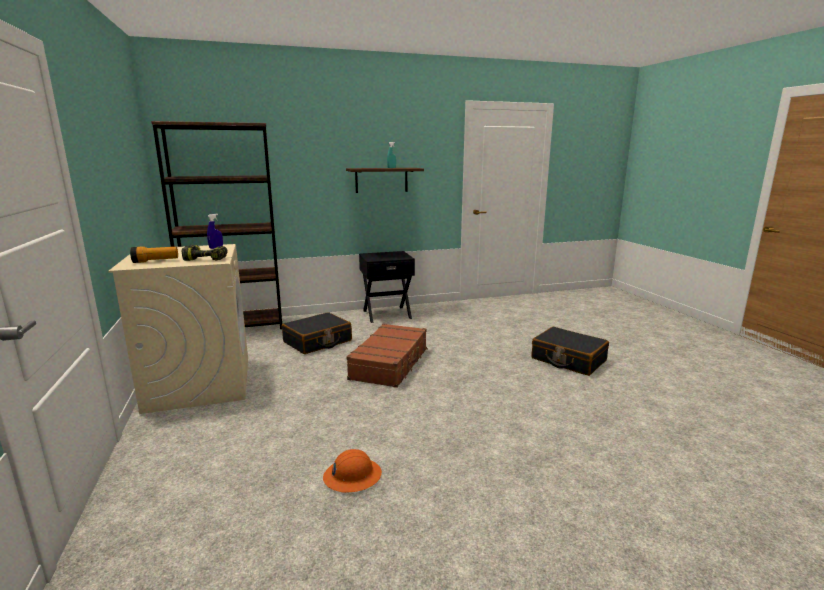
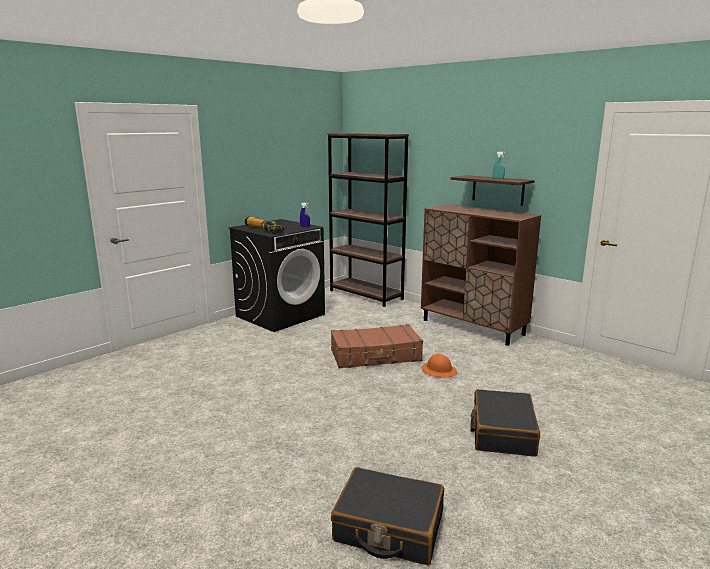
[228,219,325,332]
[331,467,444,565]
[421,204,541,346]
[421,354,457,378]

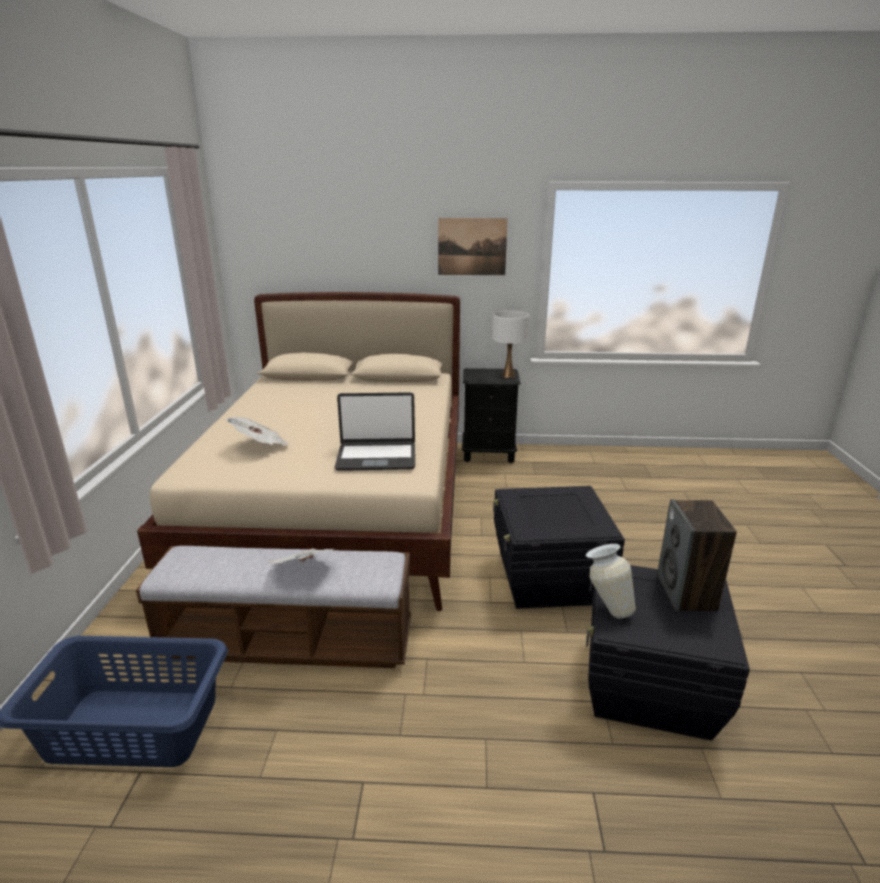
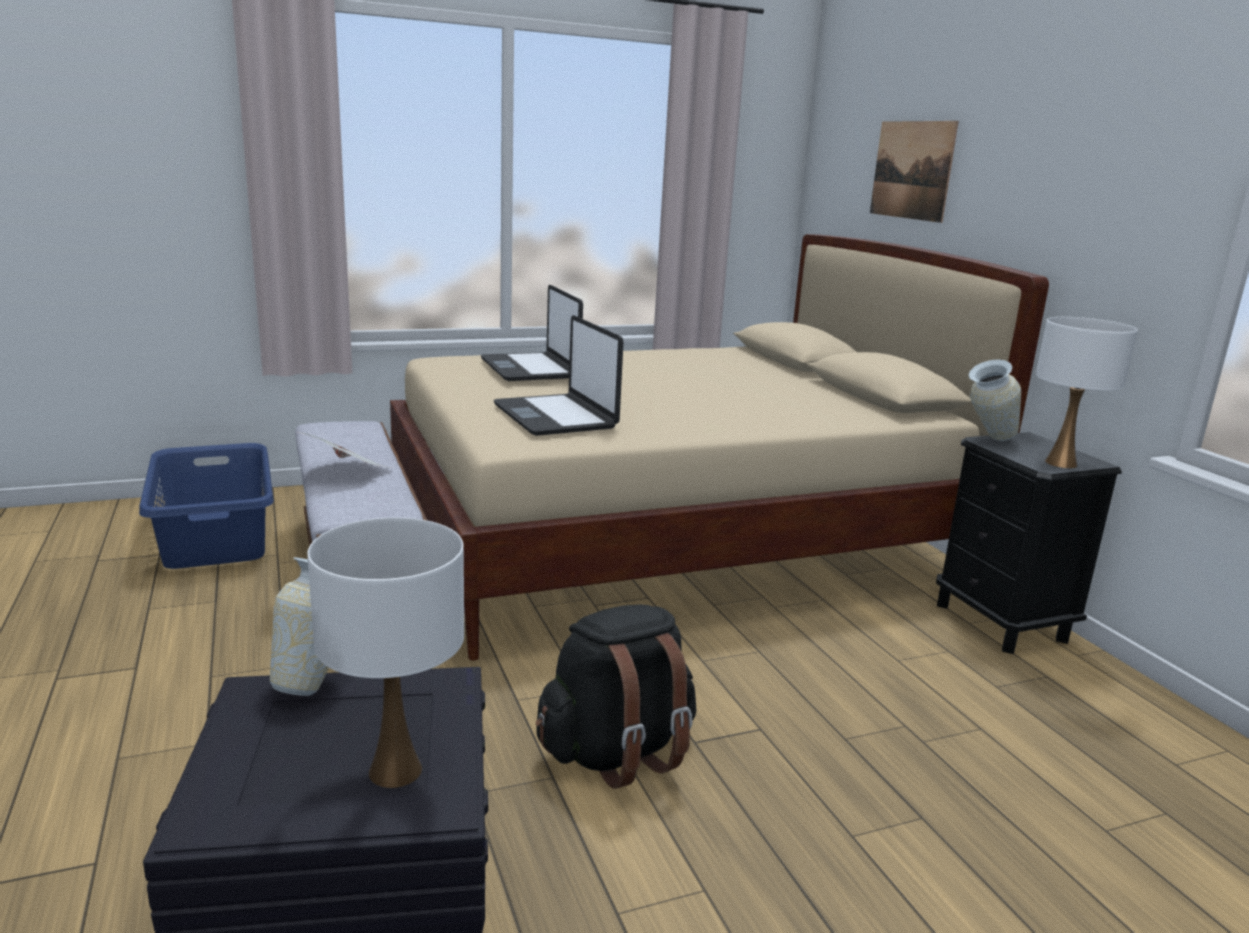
[307,518,464,788]
[481,285,583,381]
[536,605,696,789]
[870,121,959,223]
[968,359,1021,441]

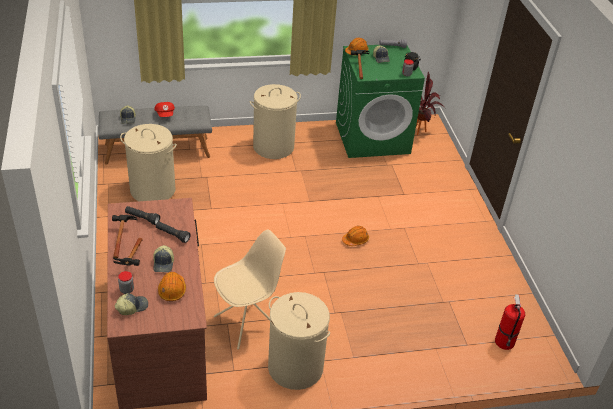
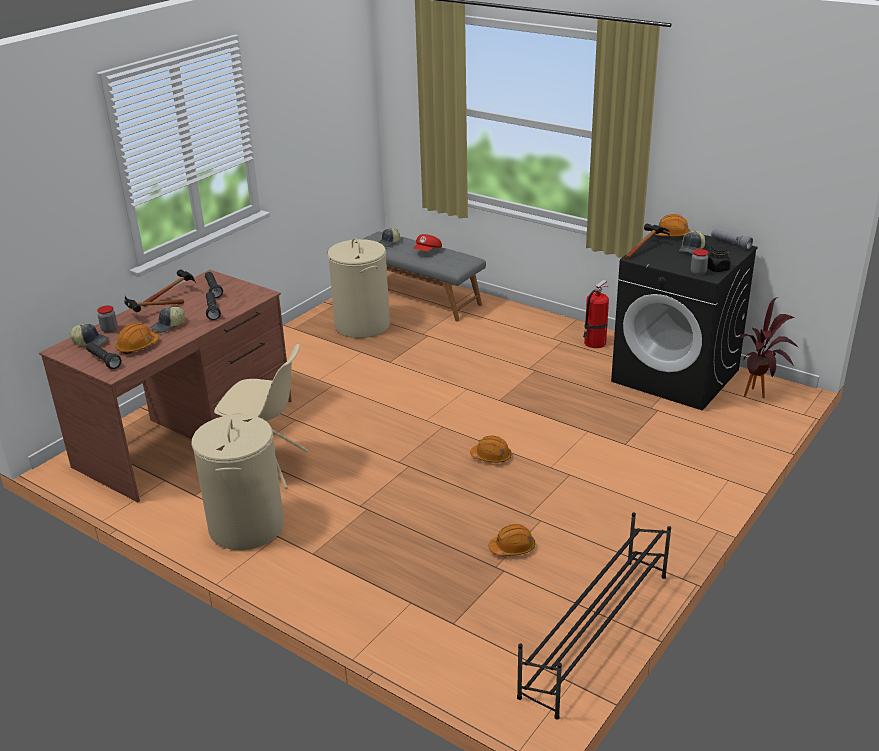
[86,343,121,369]
[489,524,535,556]
[517,512,671,720]
[583,280,609,348]
[611,234,758,411]
[250,84,301,159] (first image)

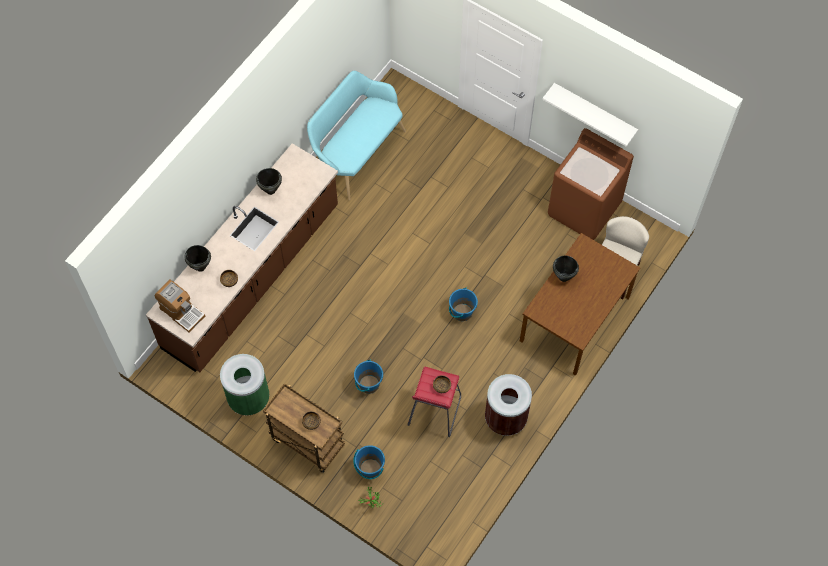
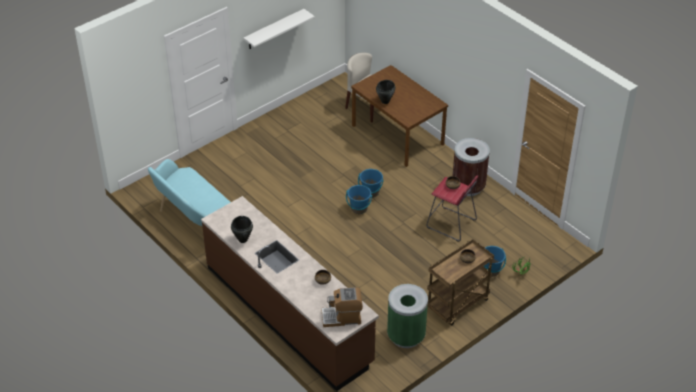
[321,287,363,327]
[346,185,372,214]
[184,245,211,272] (first image)
[548,128,634,240] (first image)

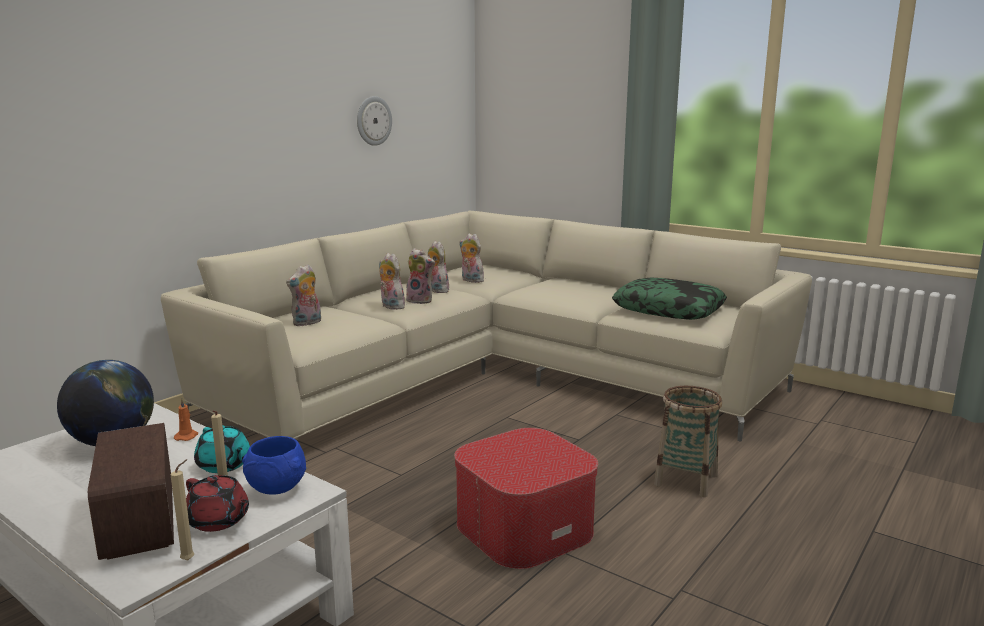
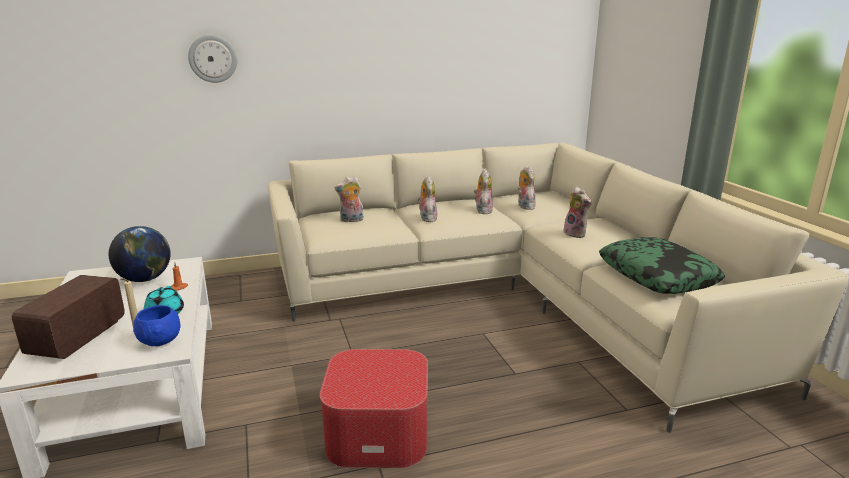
[188,35,237,83]
[564,186,591,238]
[171,459,194,560] (first image)
[186,475,249,532] (first image)
[654,386,722,497] (first image)

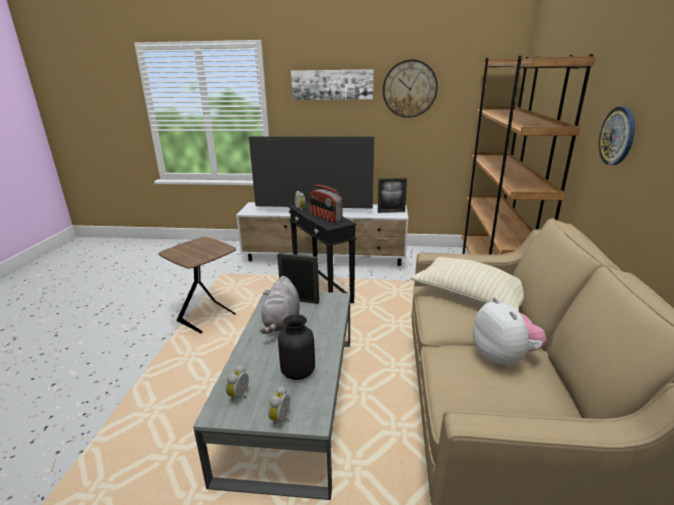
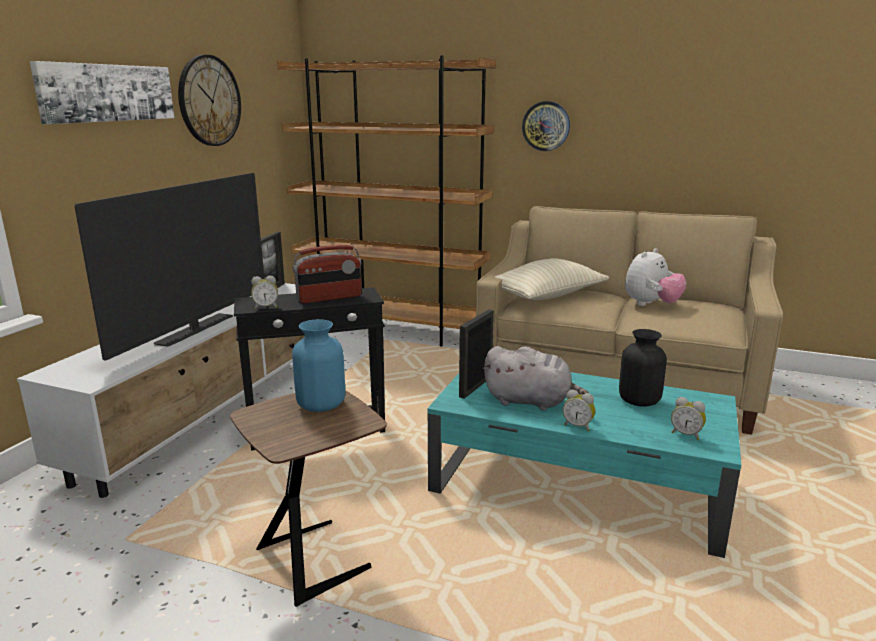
[292,319,345,412]
[427,372,741,558]
[563,389,595,431]
[625,248,686,306]

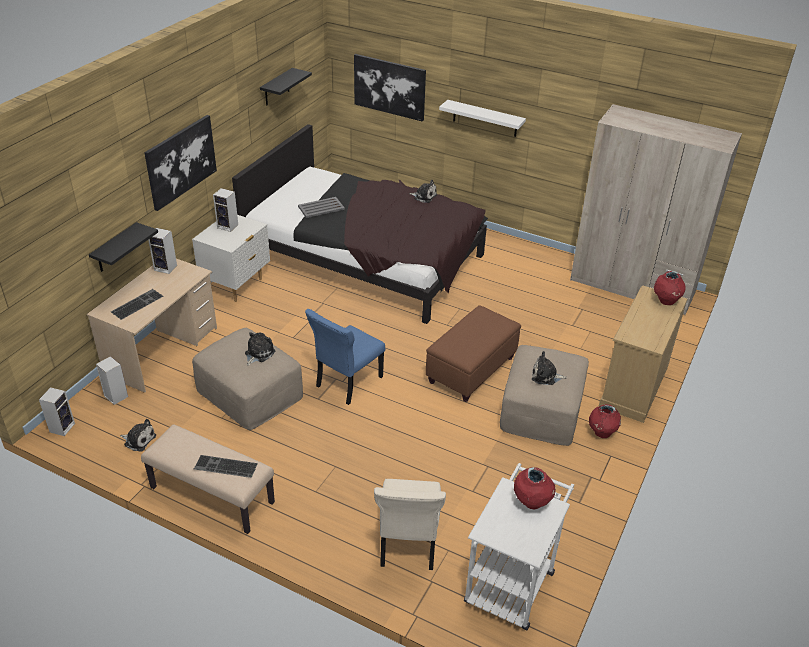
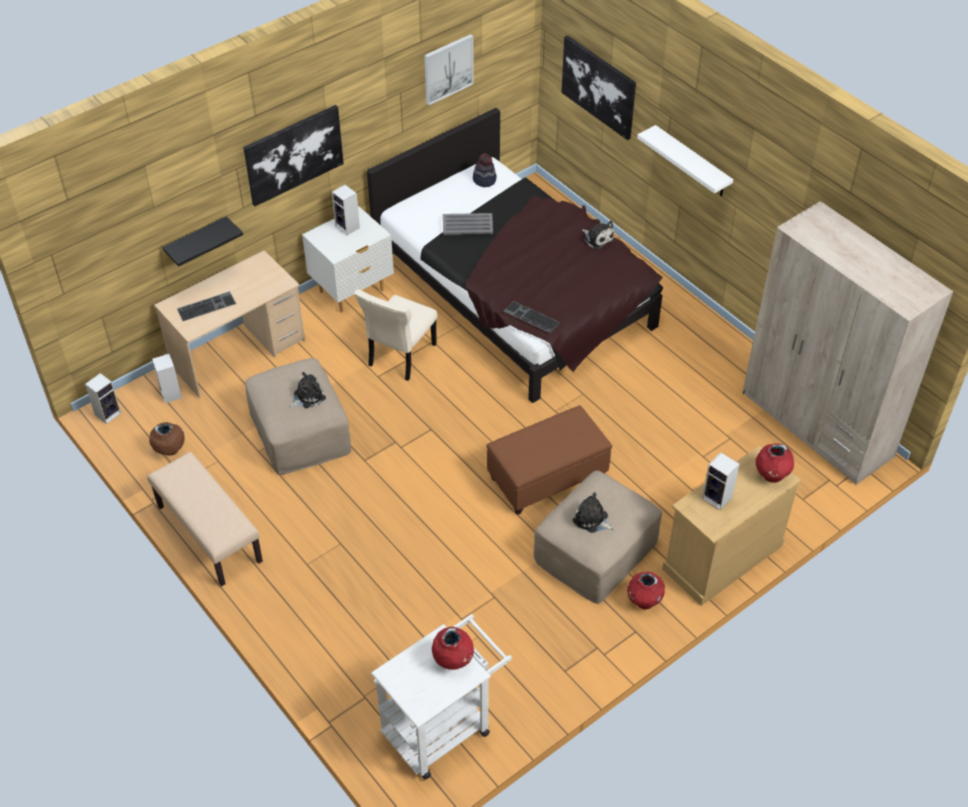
[149,422,184,456]
[354,289,438,381]
[424,34,474,105]
[473,153,496,187]
[503,301,560,333]
[702,452,740,510]
[305,309,385,405] (first image)

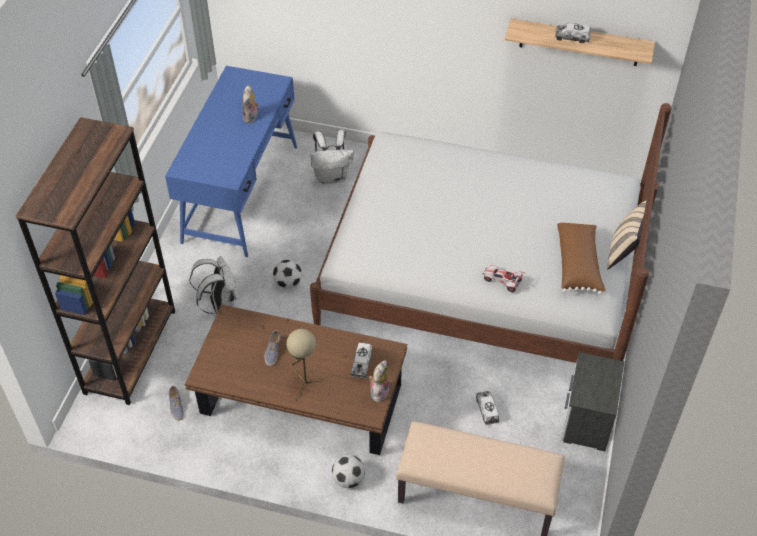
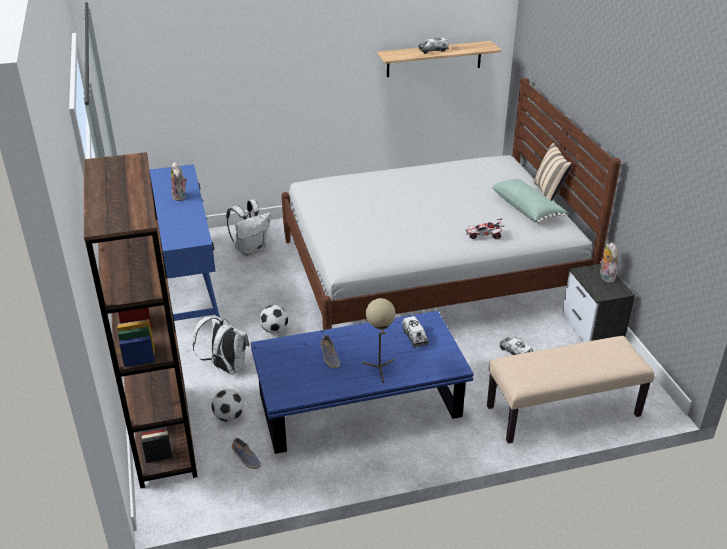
[211,389,244,422]
[251,311,474,454]
[491,179,567,223]
[600,242,618,283]

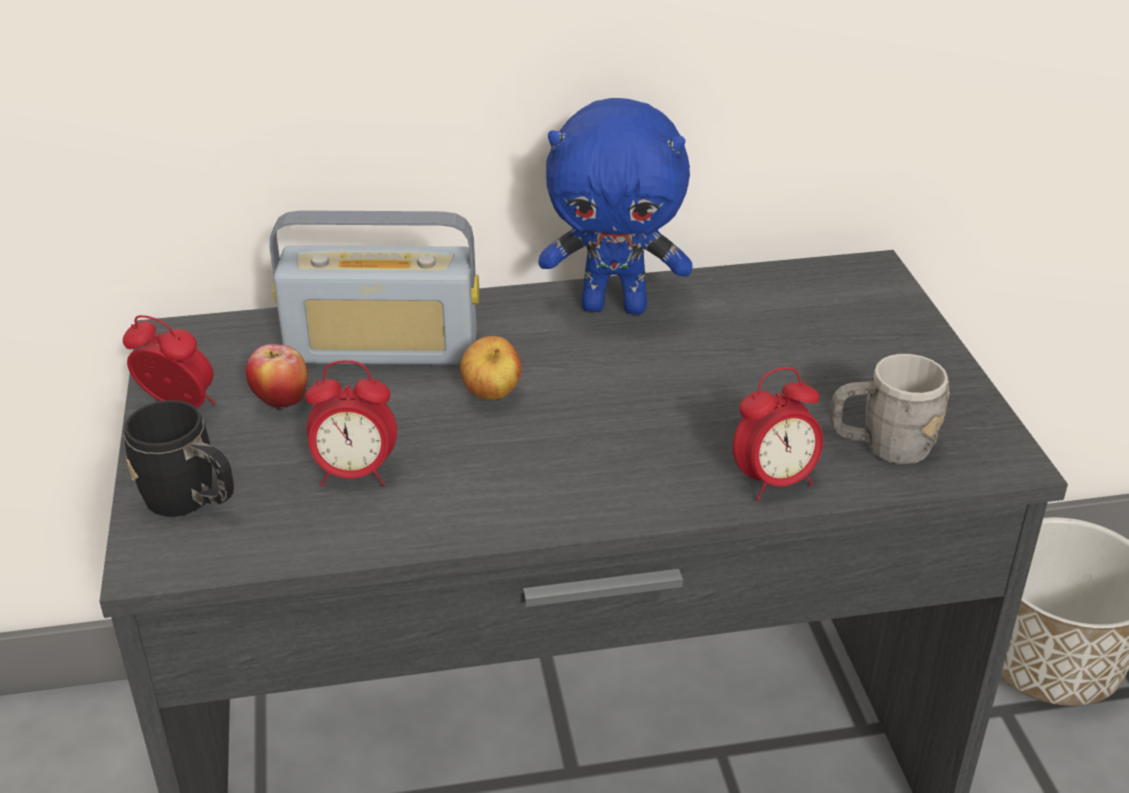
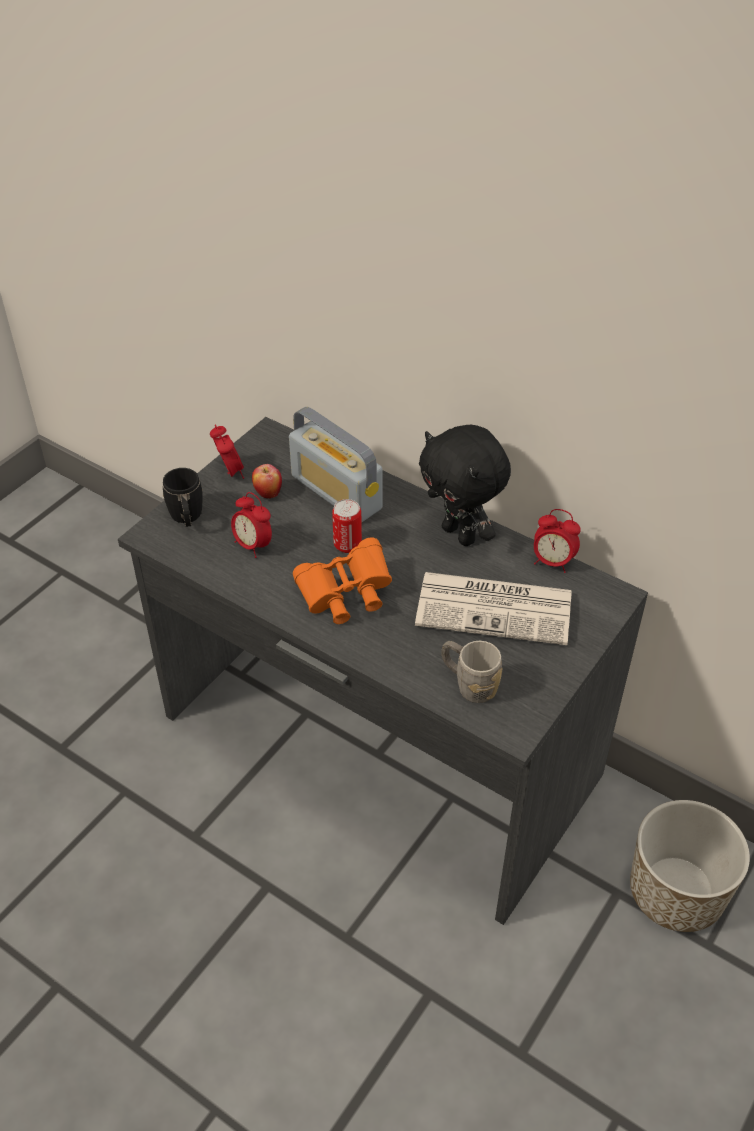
[293,537,392,624]
[332,499,362,553]
[415,572,572,645]
[419,425,511,546]
[534,509,581,573]

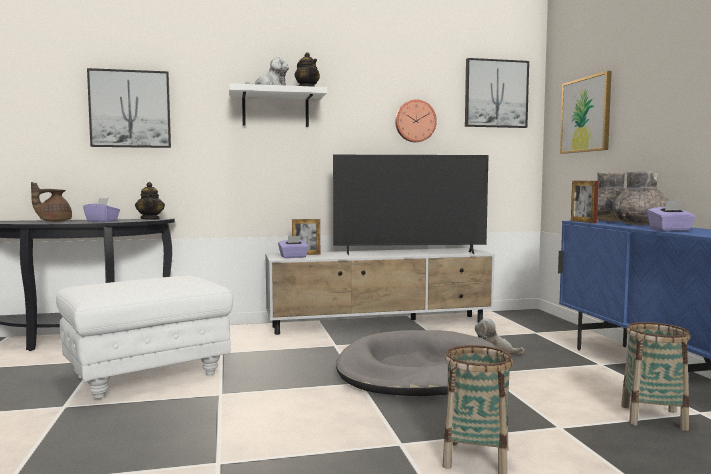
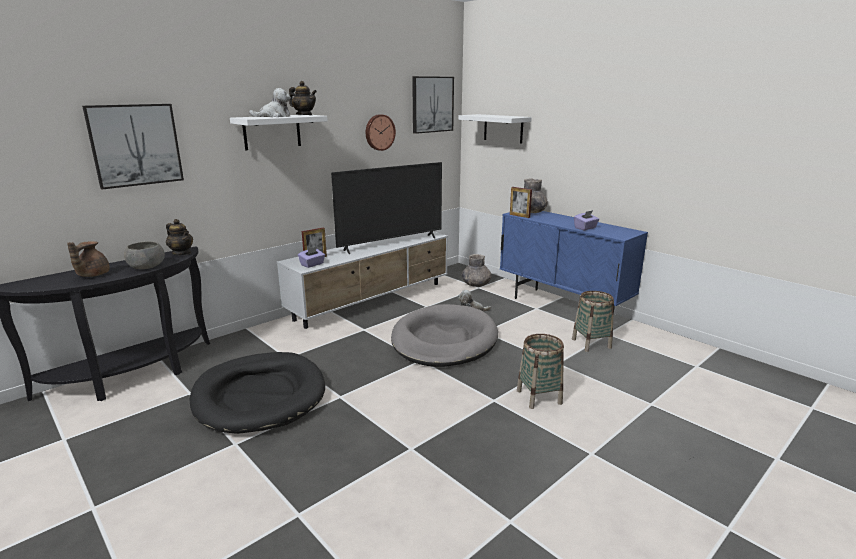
[124,241,165,269]
[190,352,325,434]
[459,114,532,143]
[462,254,492,287]

